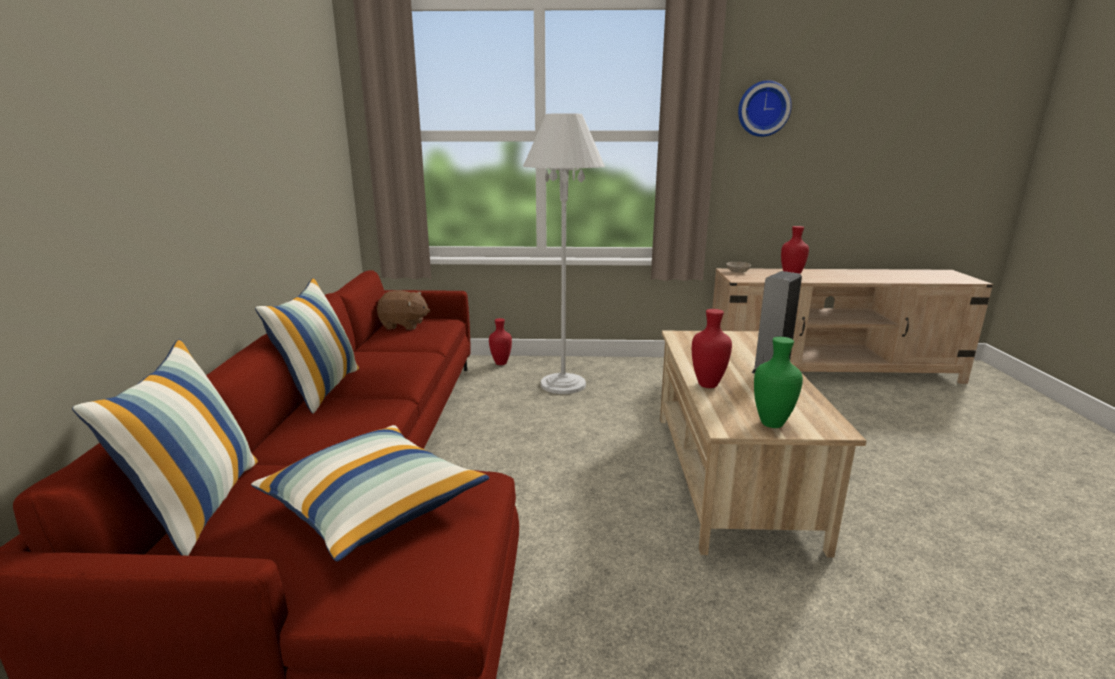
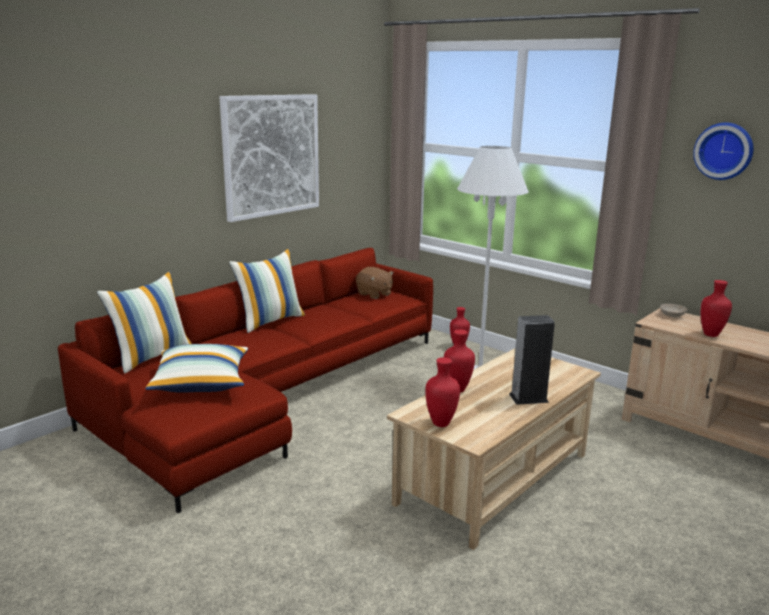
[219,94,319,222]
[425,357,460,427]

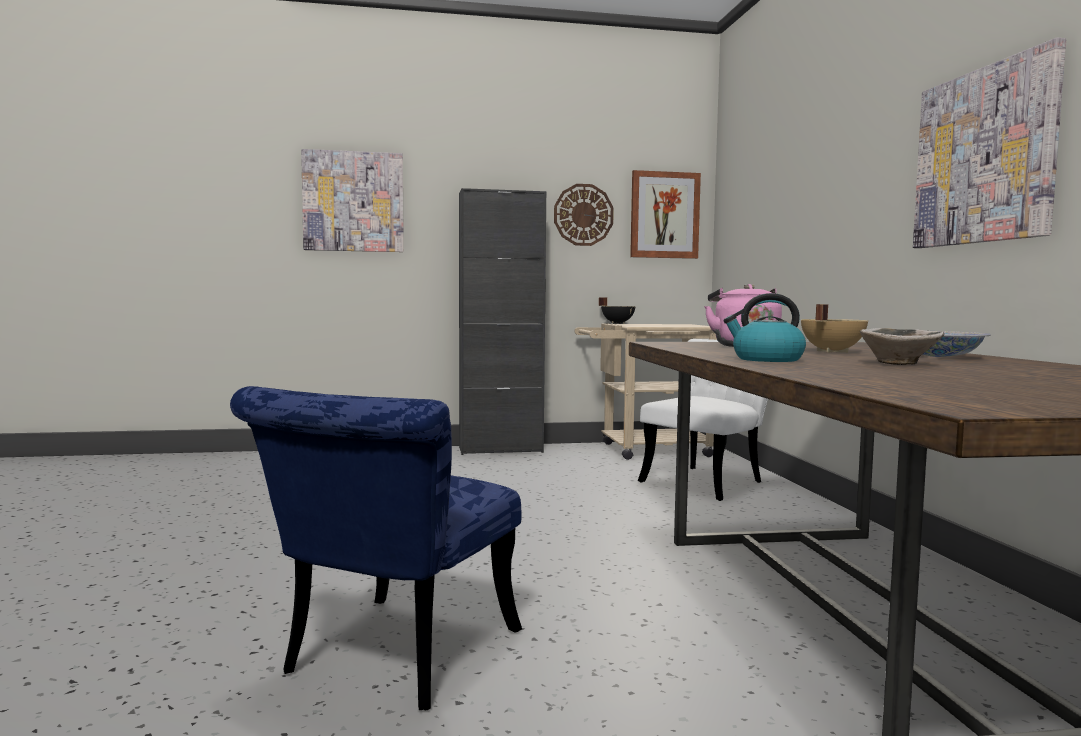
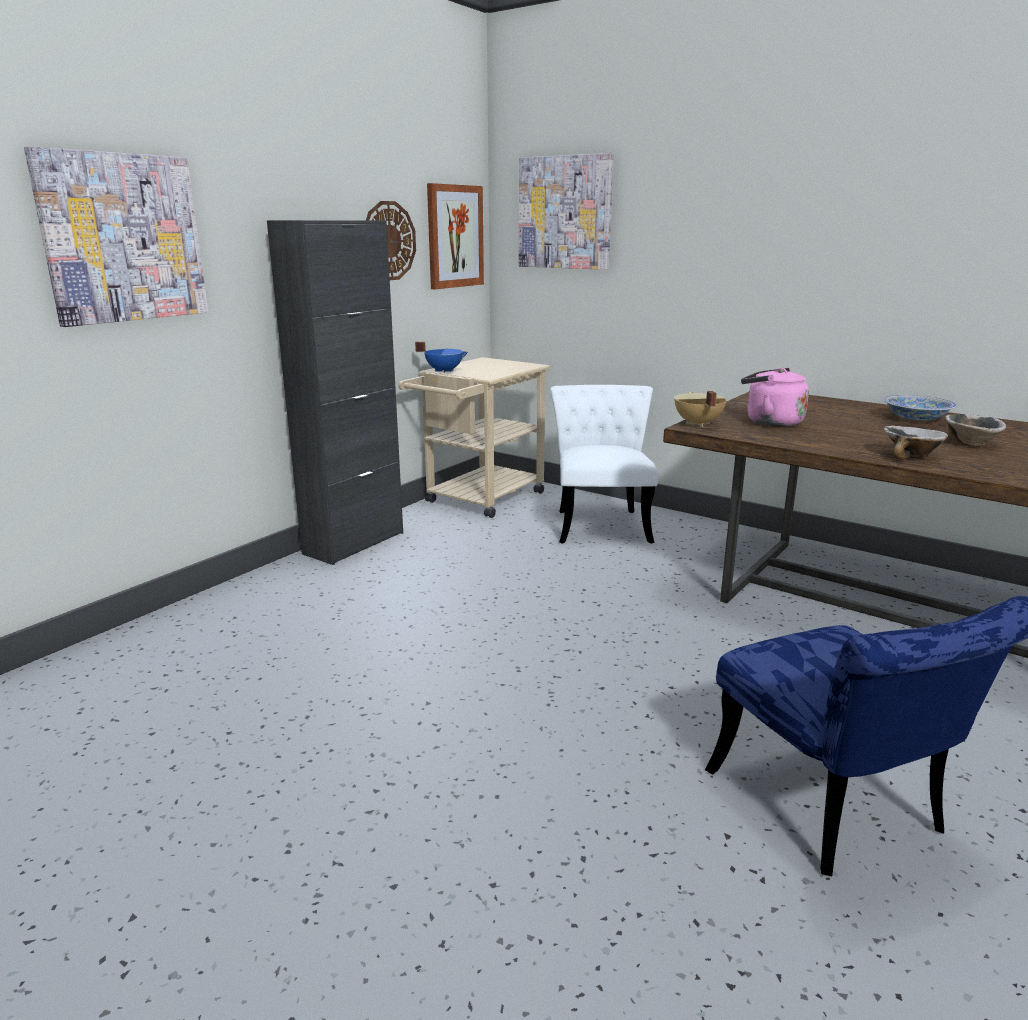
[415,342,468,373]
[519,153,614,270]
[674,391,727,427]
[884,426,948,460]

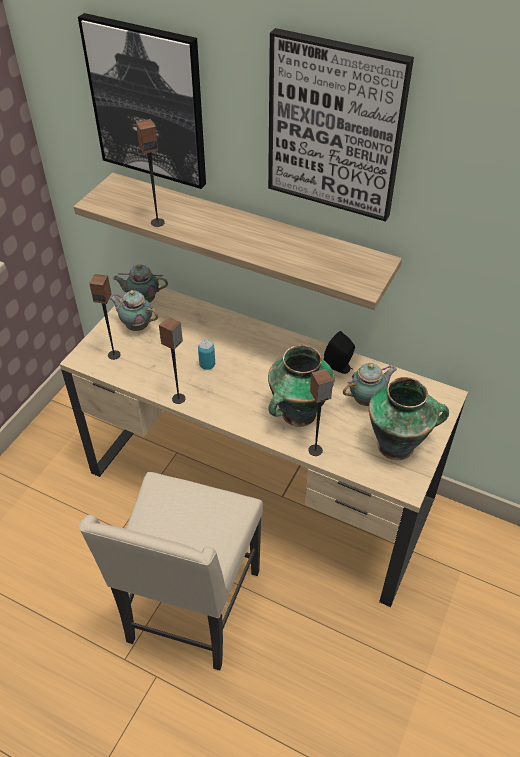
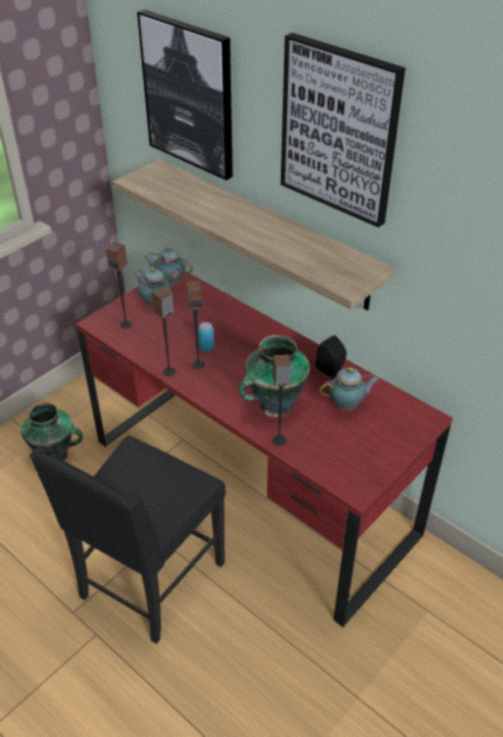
[21,403,83,461]
[30,436,226,644]
[76,271,453,627]
[186,281,205,369]

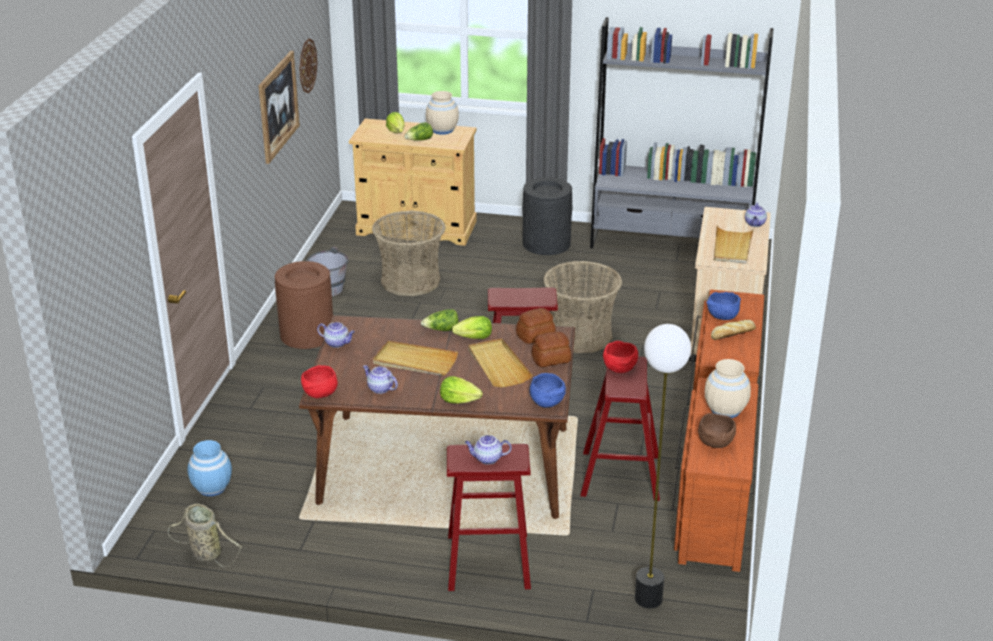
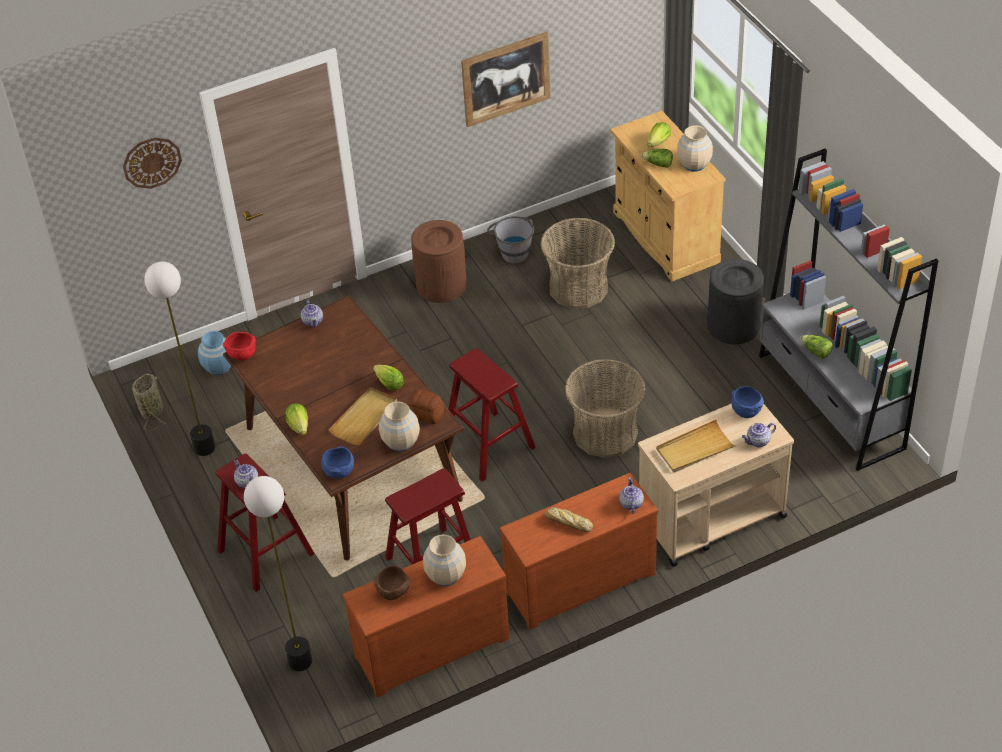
[123,137,182,189]
[144,261,215,456]
[379,401,420,452]
[619,477,644,514]
[731,386,764,418]
[800,335,833,359]
[373,341,458,376] (first image)
[603,341,638,373] (first image)

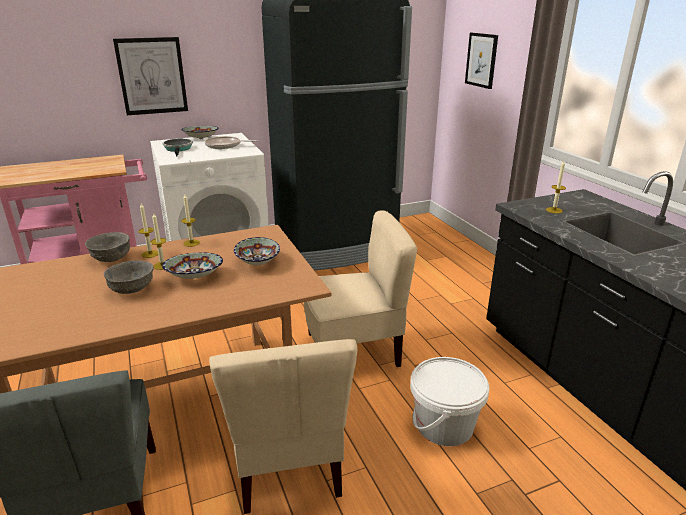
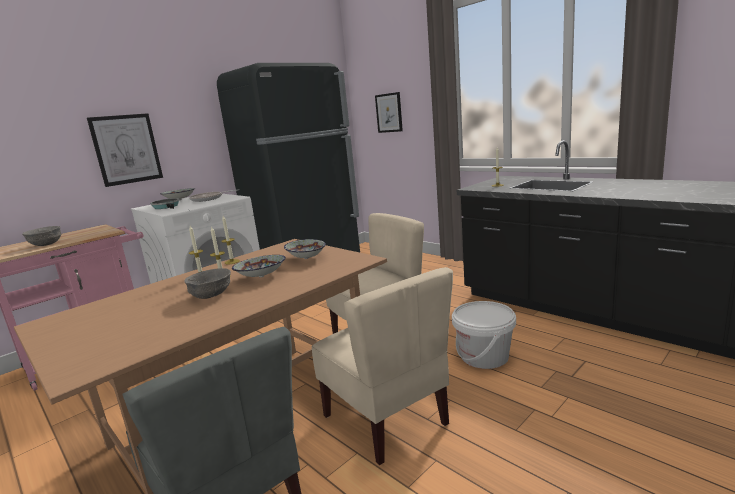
[22,226,61,246]

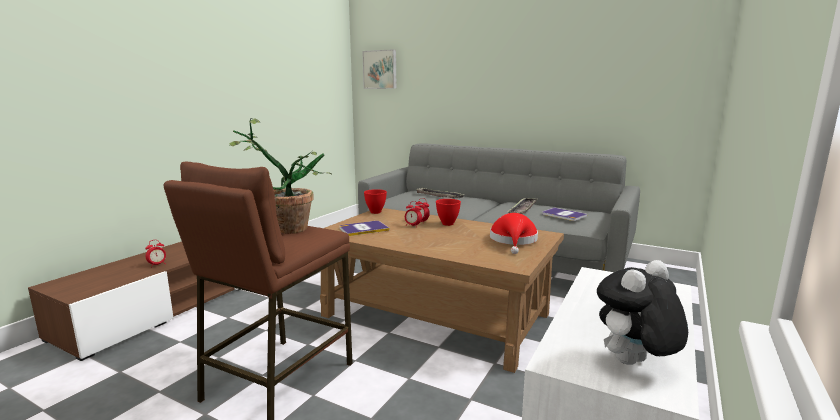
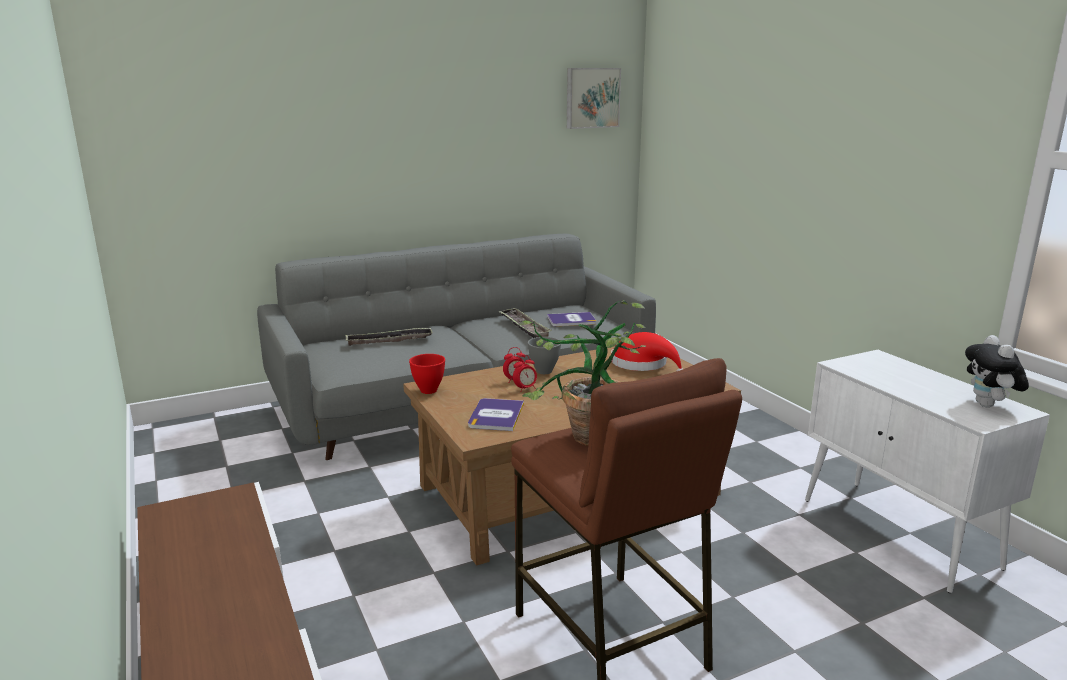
[528,337,561,374]
[567,68,621,129]
[145,240,166,266] (first image)

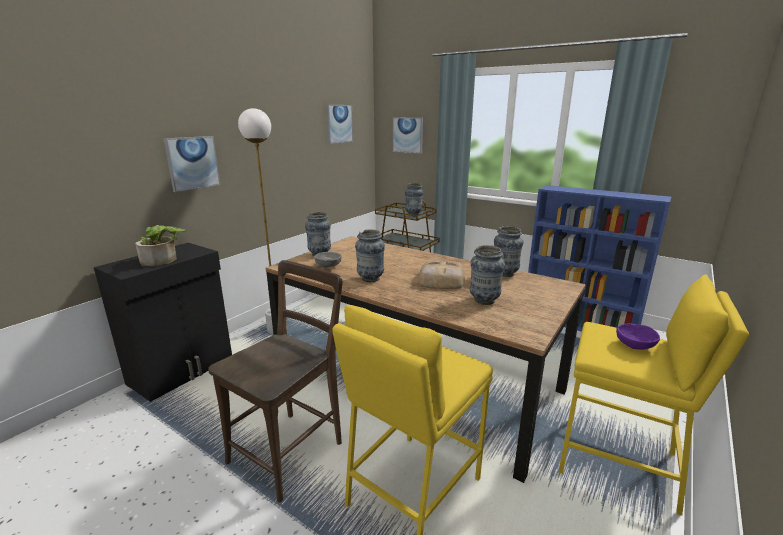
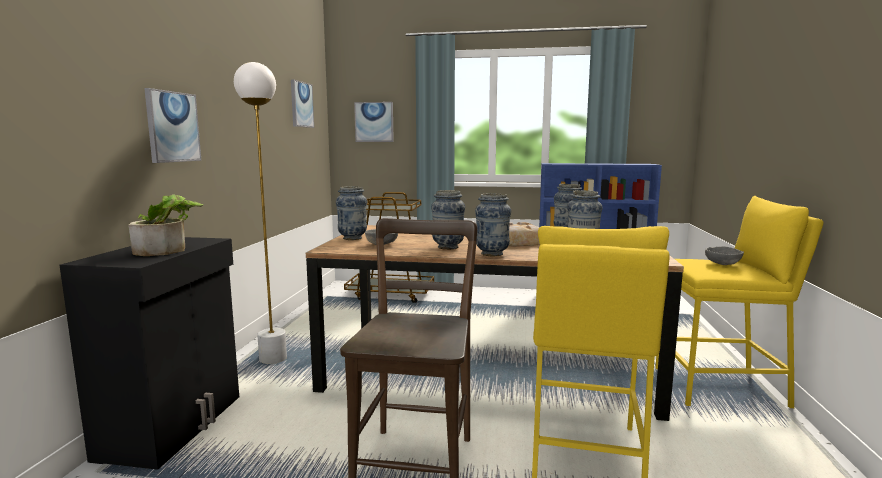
[475,193,511,256]
[705,247,744,265]

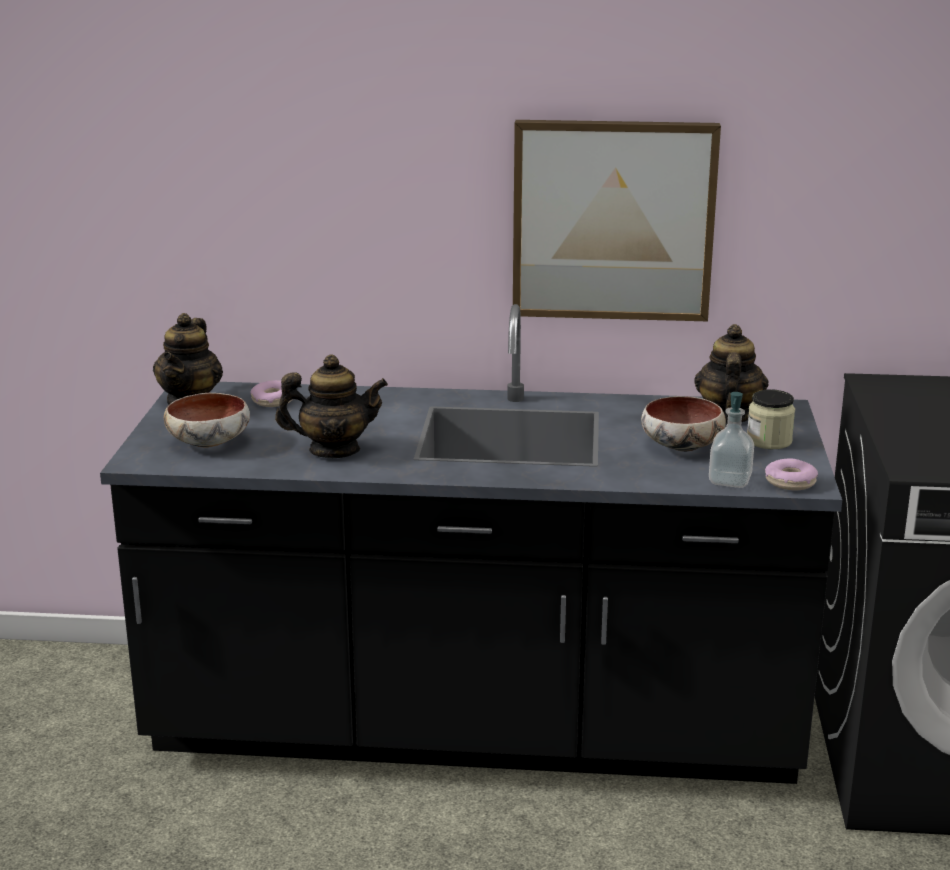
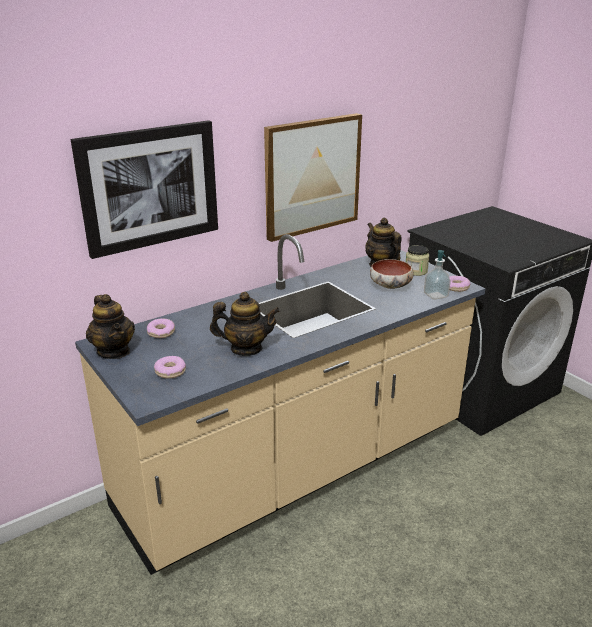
[71,120,218,259]
[75,234,486,575]
[154,356,186,379]
[210,292,280,356]

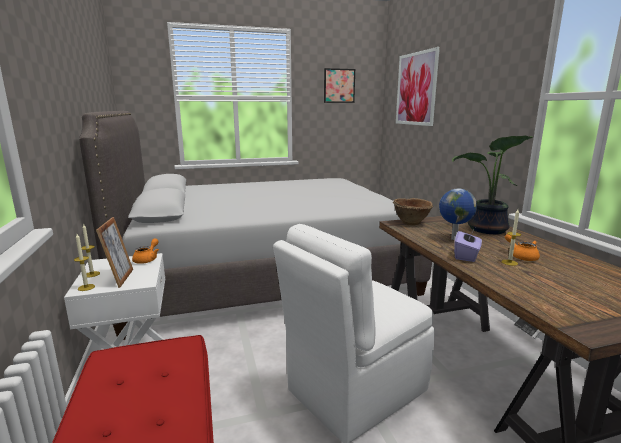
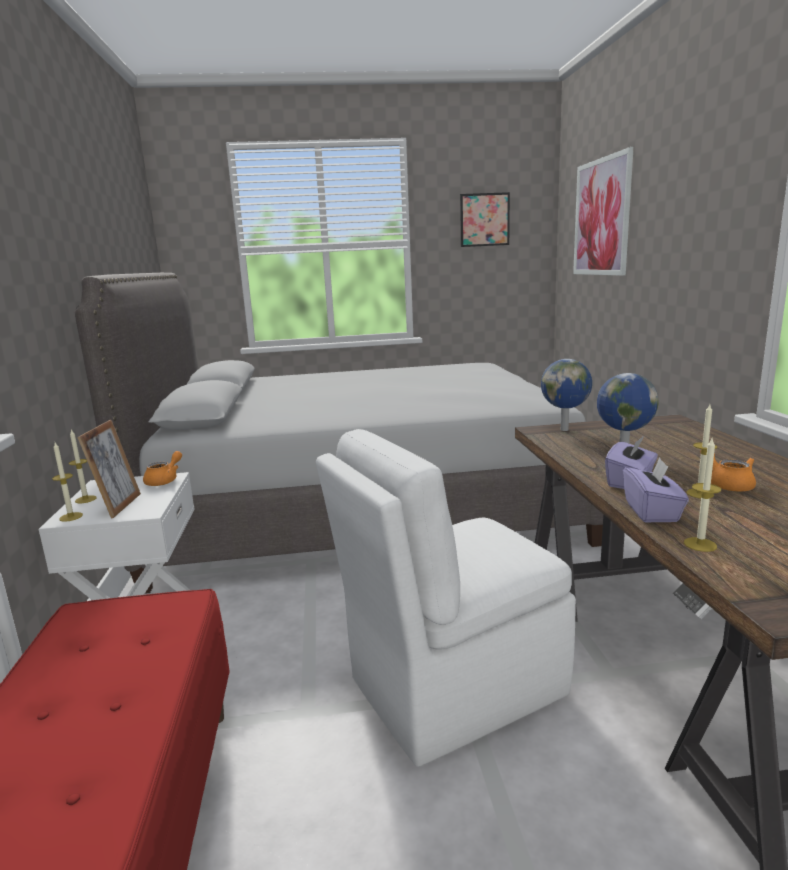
[541,359,592,431]
[623,458,689,522]
[684,439,721,552]
[452,135,533,234] (first image)

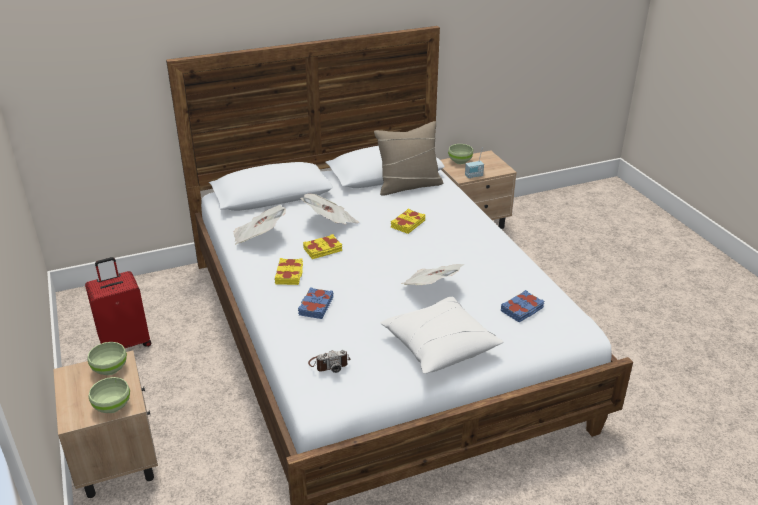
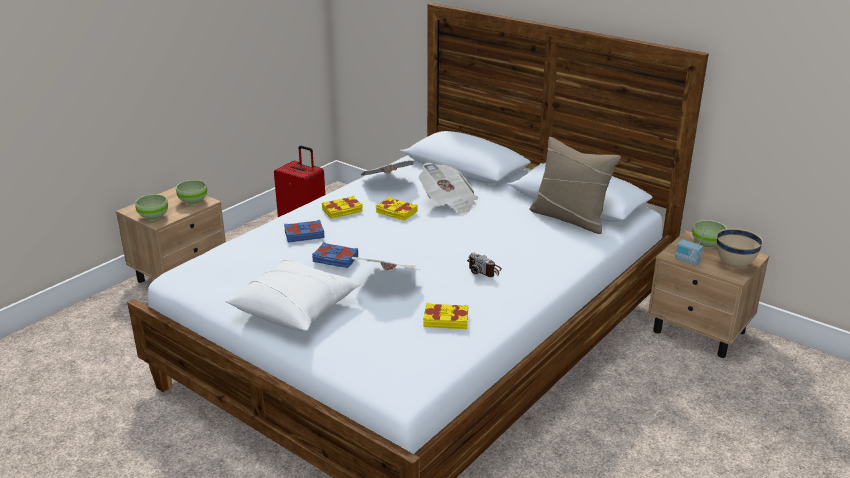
[312,242,358,268]
[423,303,469,329]
[467,253,502,277]
[717,228,763,267]

